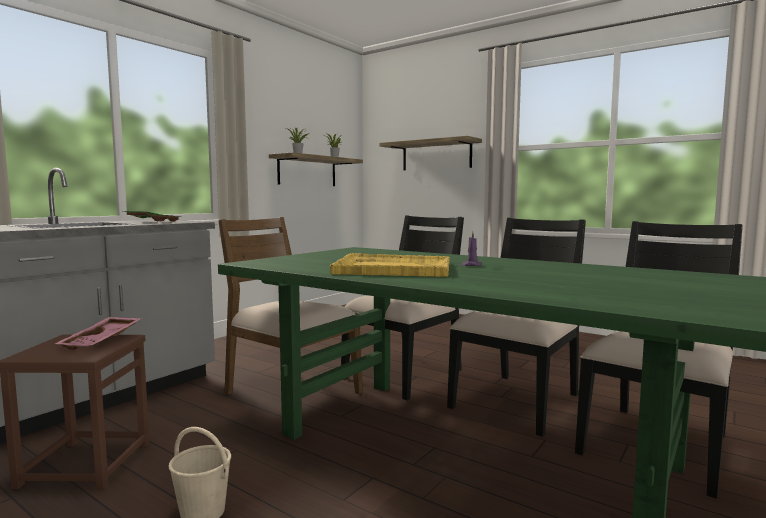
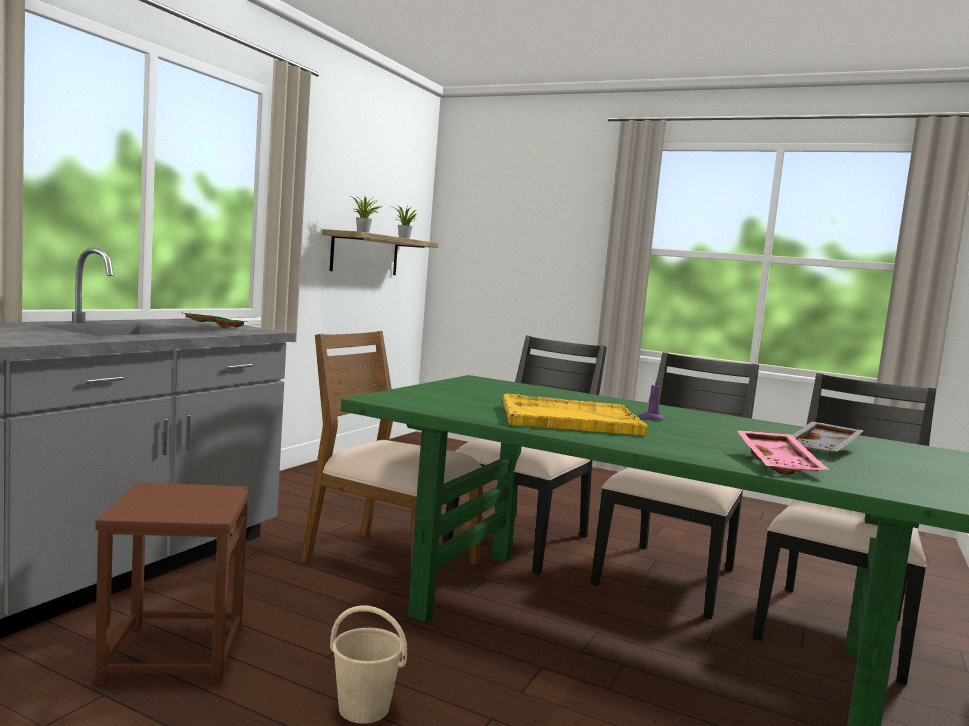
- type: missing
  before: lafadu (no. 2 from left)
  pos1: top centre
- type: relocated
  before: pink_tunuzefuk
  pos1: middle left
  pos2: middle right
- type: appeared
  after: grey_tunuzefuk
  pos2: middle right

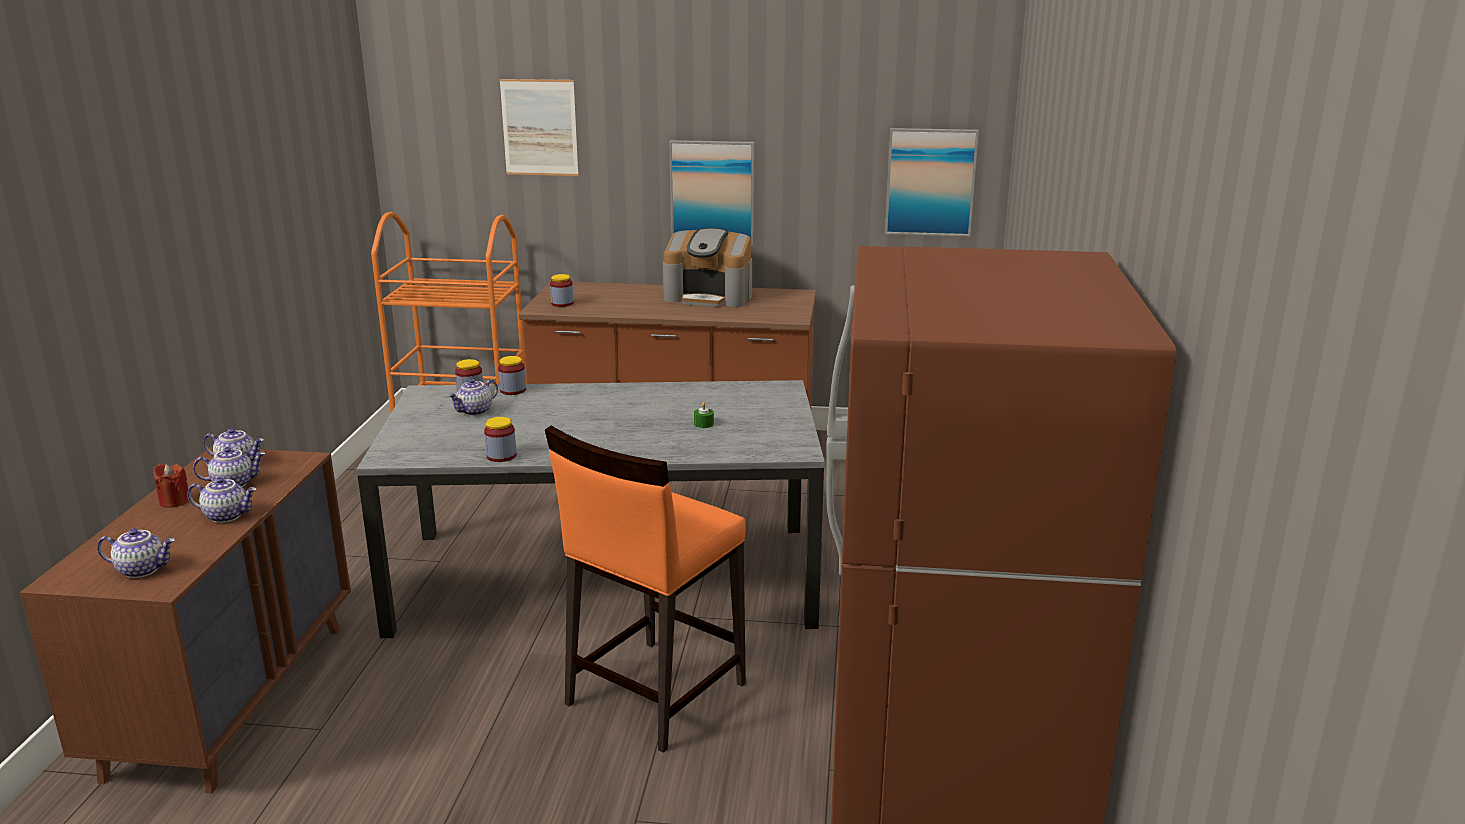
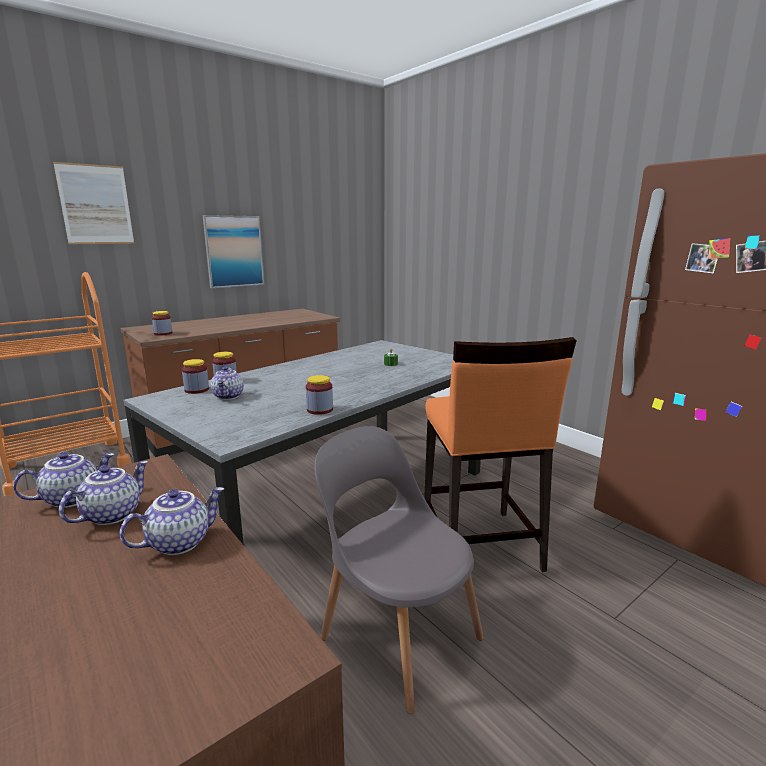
- type: missing
  before: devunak (no. 3 from left)
  pos1: top centre
- type: missing
  before: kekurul
  pos1: top centre
- type: missing
  before: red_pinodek
  pos1: middle left
- type: missing
  before: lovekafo (no. 1 from left)
  pos1: bottom left
- type: appeared
  after: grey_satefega
  pos2: bottom centre

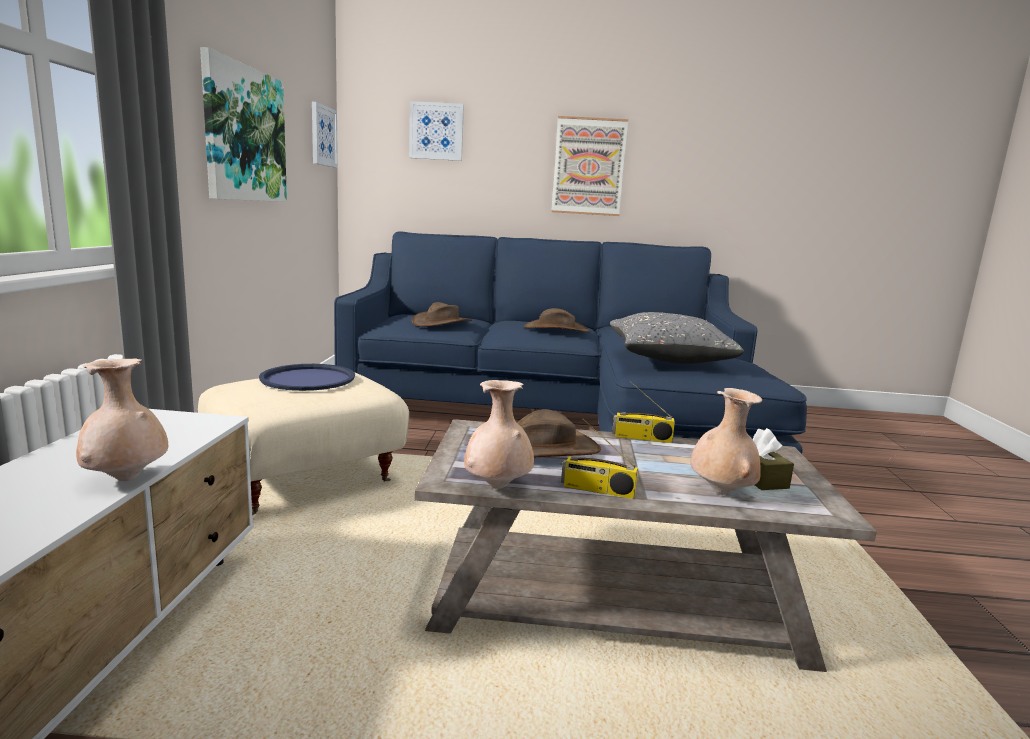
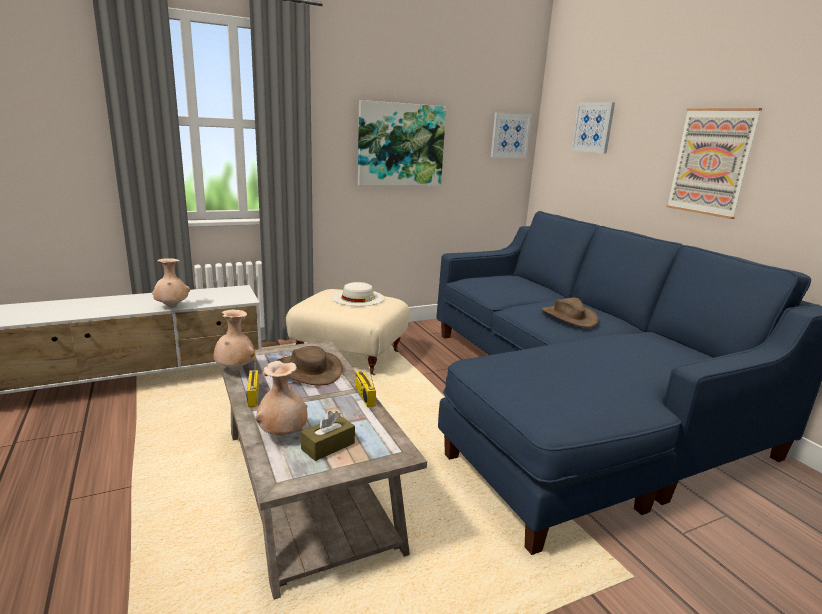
- type: missing
  before: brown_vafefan (no. 1 from left)
  pos1: centre
- type: missing
  before: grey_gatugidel
  pos1: centre
- type: exchanged
  before: blue_tunuzefuk
  after: white_vafefan
  pos1: middle left
  pos2: centre

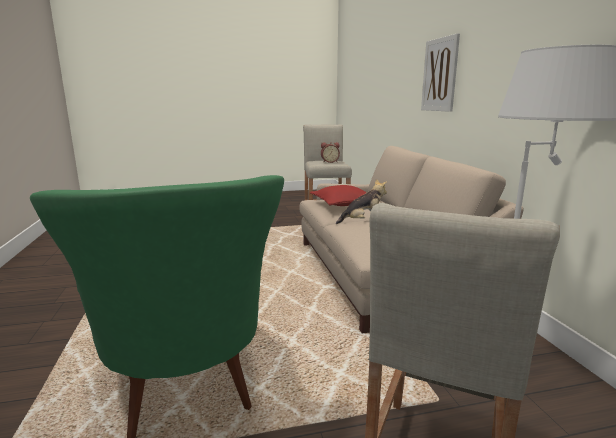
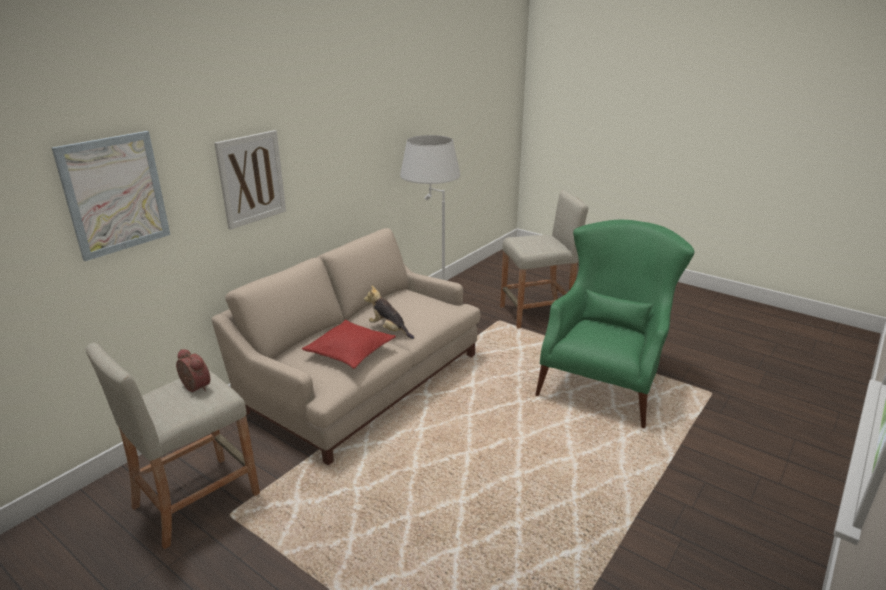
- type: appeared
  after: devunak (no. 1 from left)
  pos2: top left

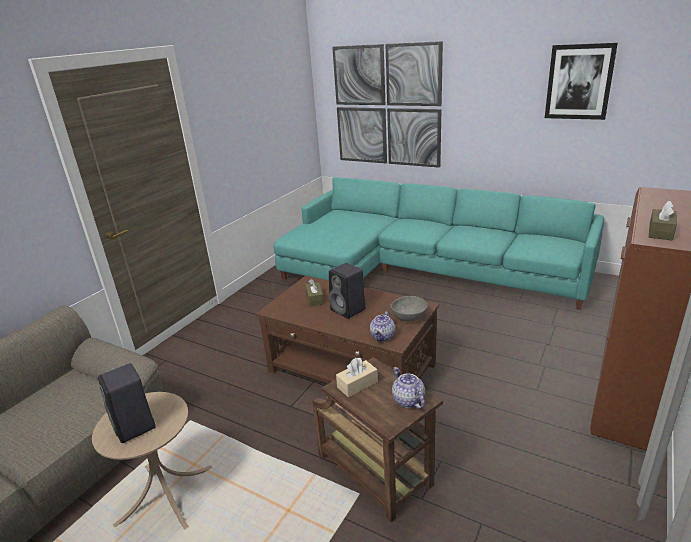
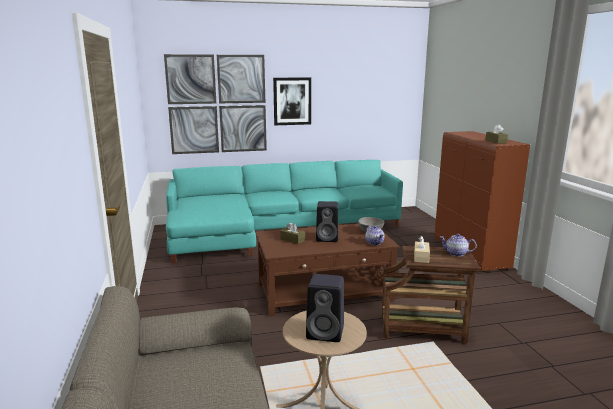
- type: relocated
  before: devunak (no. 2 from left)
  pos1: top right
  pos2: top centre

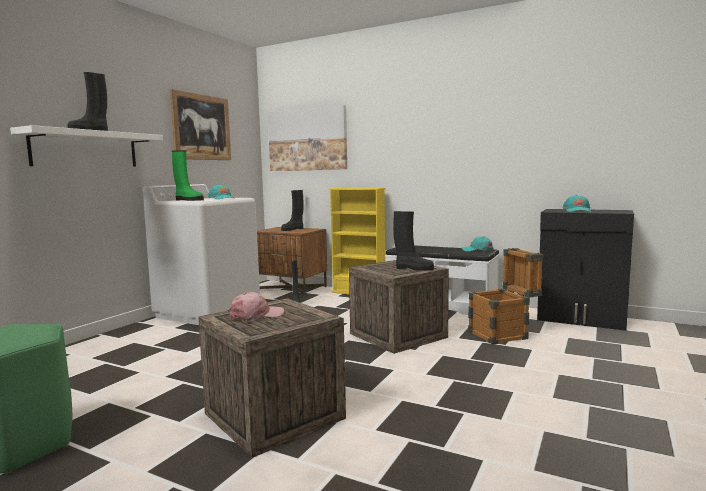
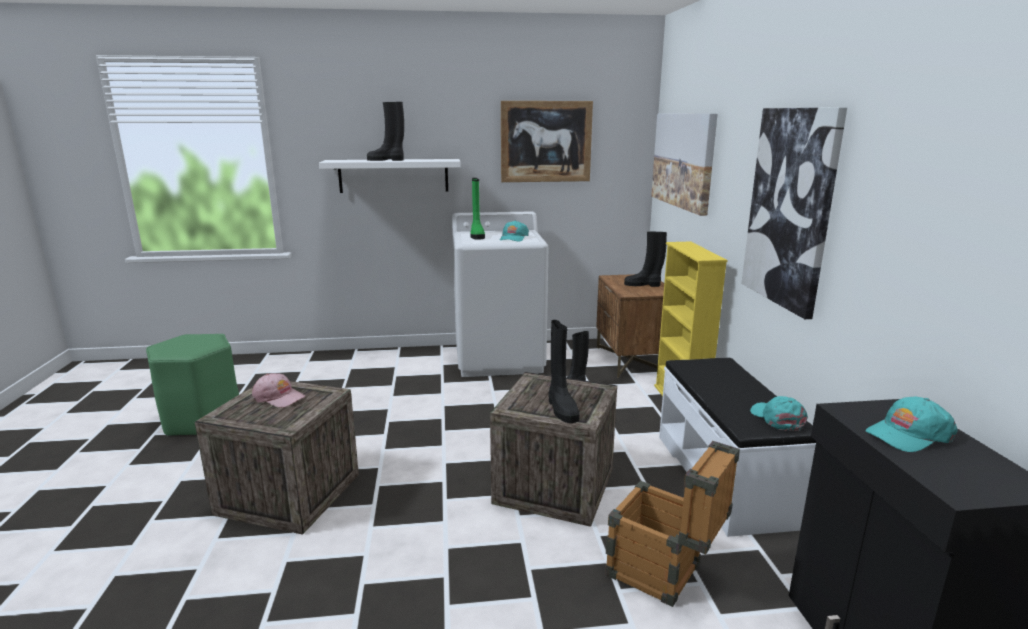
- type: appeared
  after: devunak (no. 3 from left)
  pos2: middle right

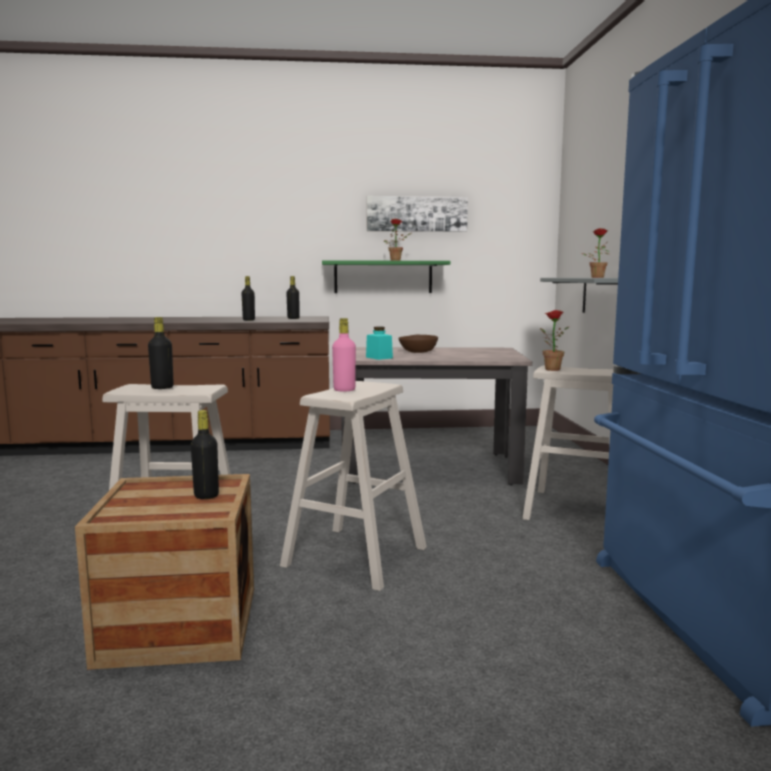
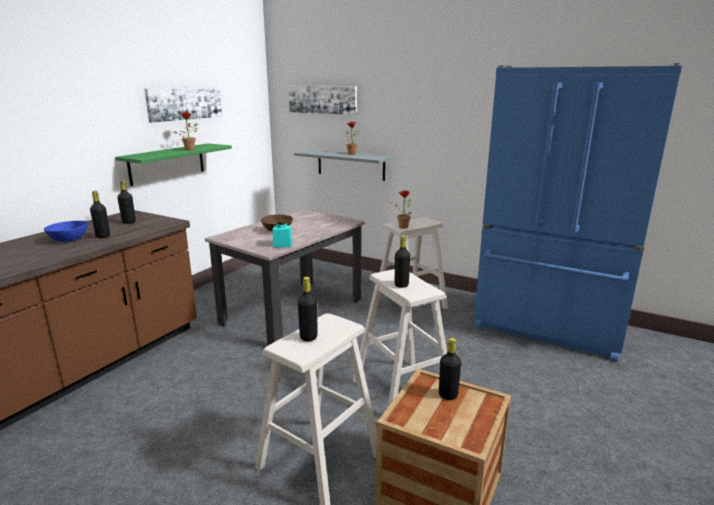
- type: colour
  before: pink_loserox
  after: black_loserox (no. 4 from left)
  pos1: centre
  pos2: centre
- type: appeared
  after: devunak (no. 2 from left)
  pos2: top centre
- type: appeared
  after: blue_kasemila
  pos2: middle left

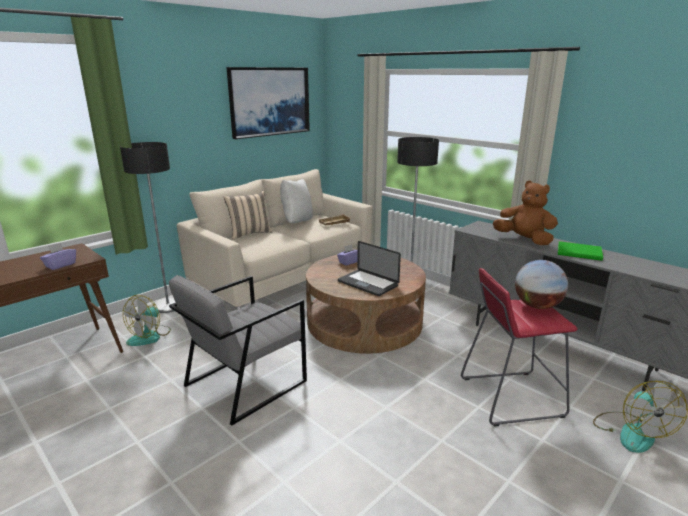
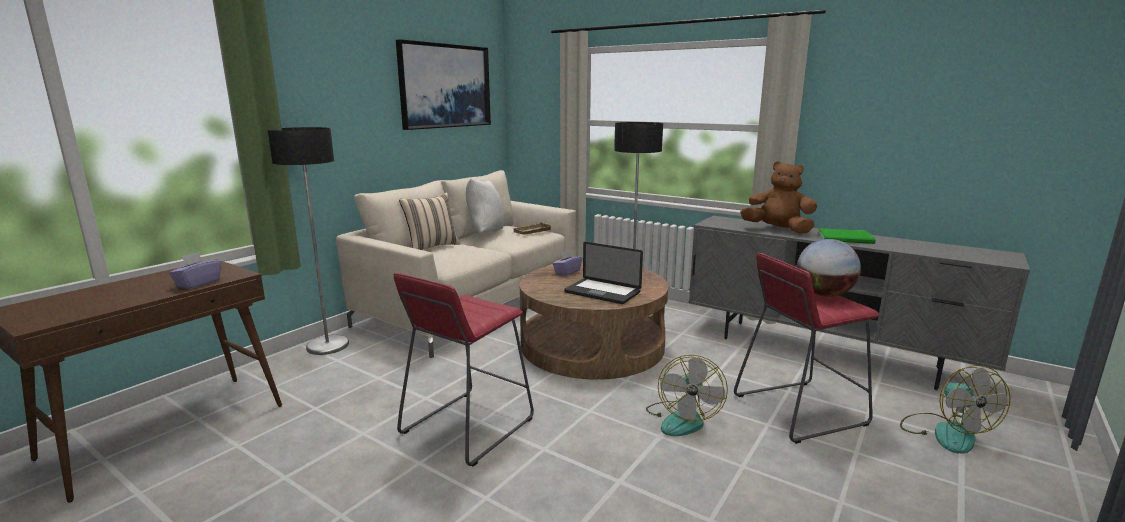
- type: exchanged
  before: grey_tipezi
  after: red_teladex (no. 1 from left)
  pos1: bottom centre
  pos2: bottom centre
- type: relocated
  before: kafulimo (no. 1 from left)
  pos1: middle left
  pos2: bottom centre

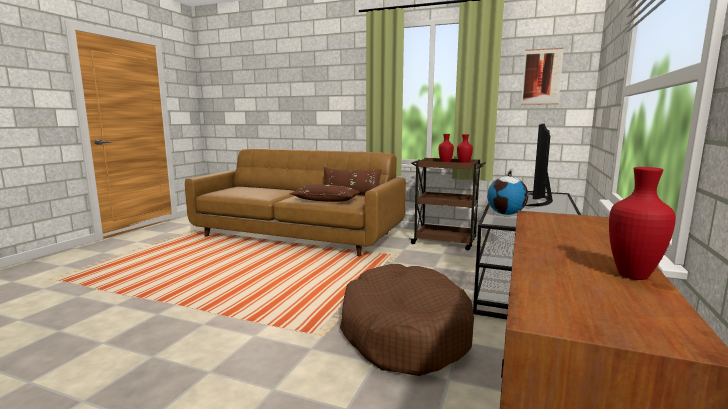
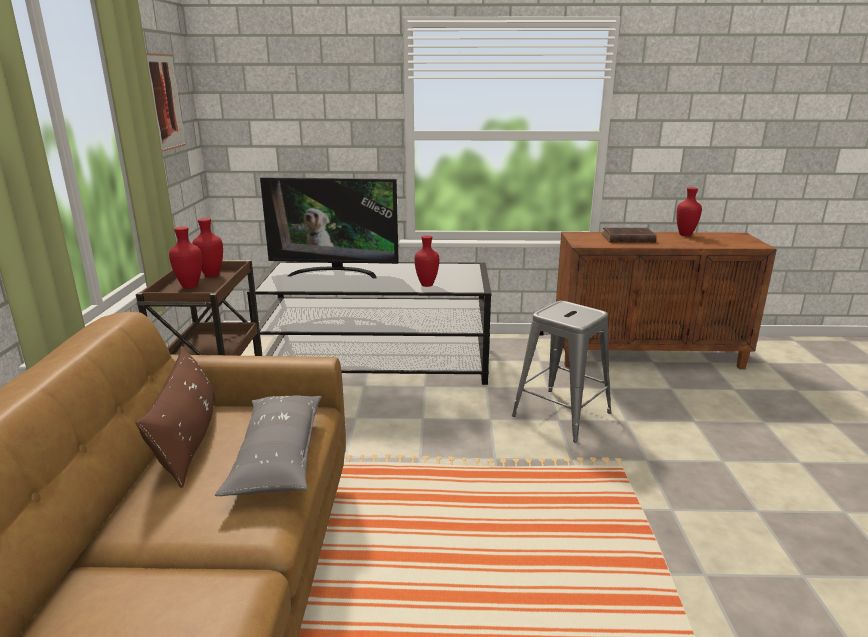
- type: exchanged
  before: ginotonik
  after: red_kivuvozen (no. 3 from left)
  pos1: middle right
  pos2: centre
- type: colour
  before: brown_gatugidel (no. 1 from left)
  after: grey_gatugidel
  pos1: centre
  pos2: bottom left
- type: exchanged
  before: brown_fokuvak
  after: grey_teladex
  pos1: bottom centre
  pos2: centre
- type: appeared
  after: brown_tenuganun
  pos2: middle right

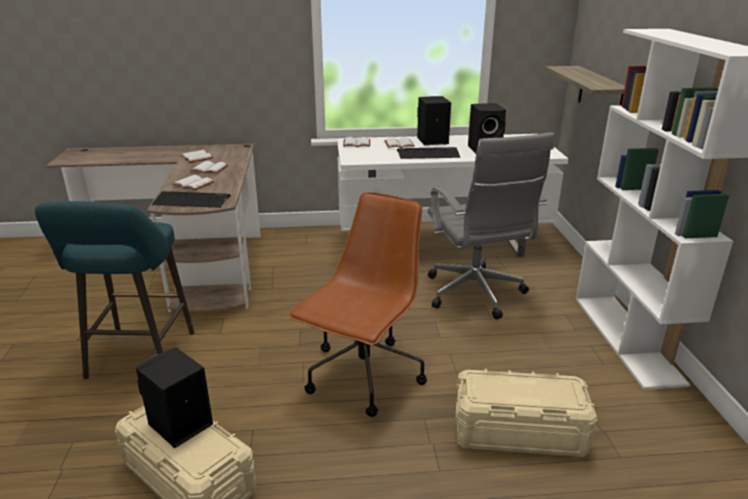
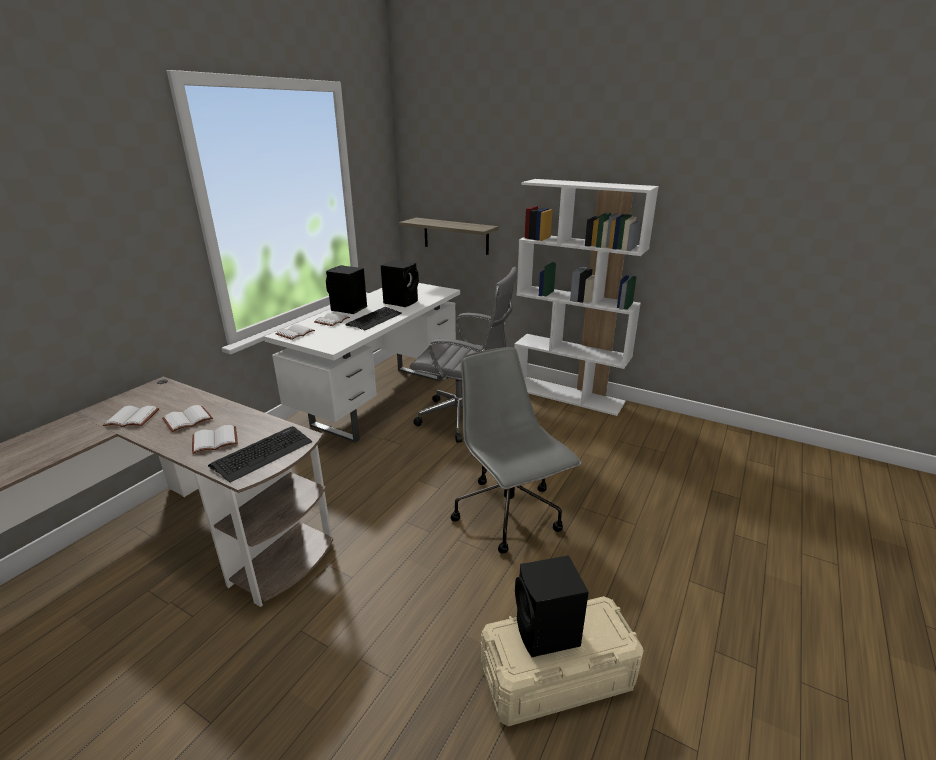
- type: colour
  before: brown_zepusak
  after: grey_zepusak (no. 2 from left)
  pos1: centre
  pos2: centre
- type: missing
  before: turquoise_teladex
  pos1: middle left
- type: missing
  before: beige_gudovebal (no. 2 from left)
  pos1: bottom right

